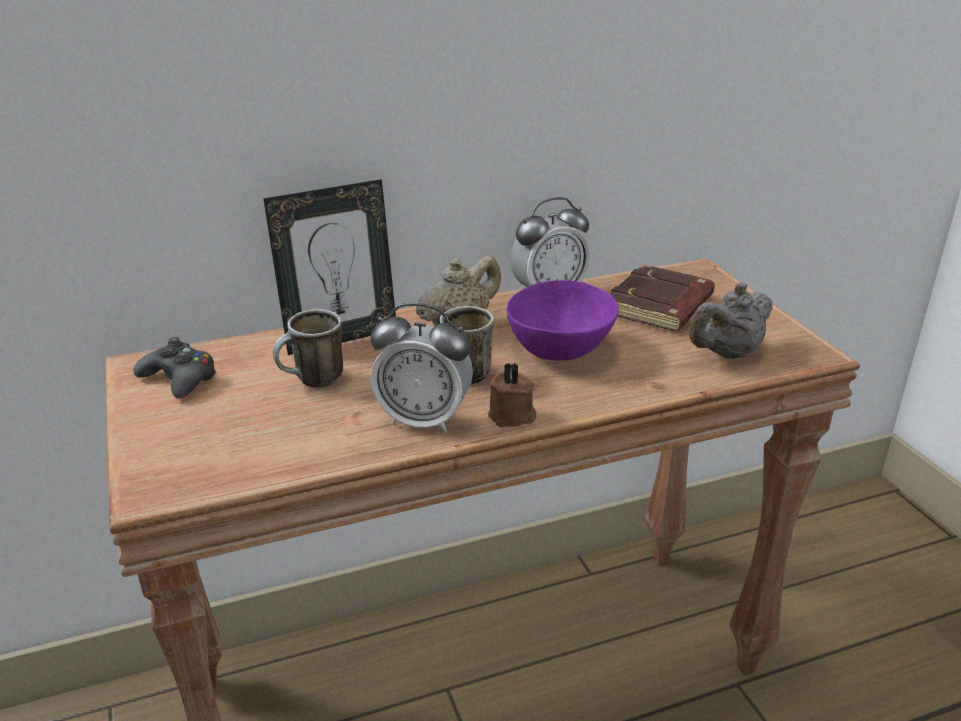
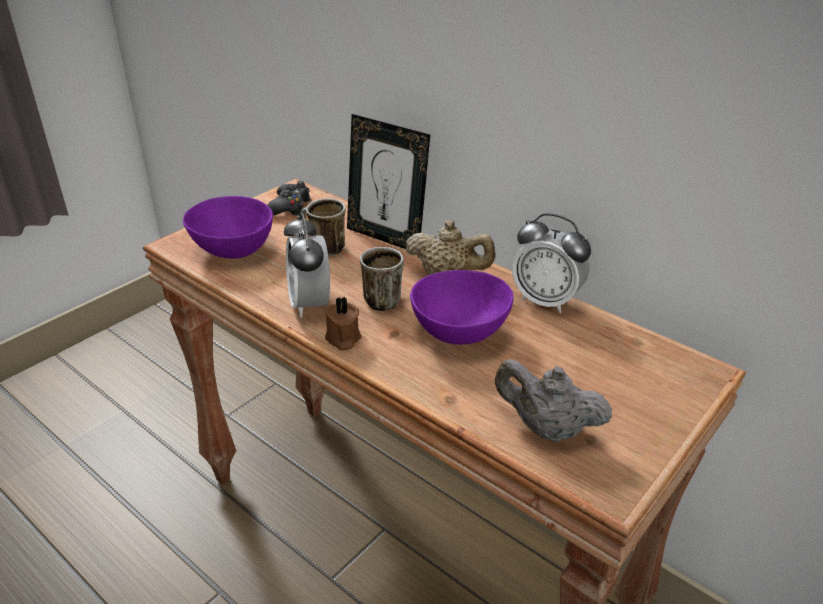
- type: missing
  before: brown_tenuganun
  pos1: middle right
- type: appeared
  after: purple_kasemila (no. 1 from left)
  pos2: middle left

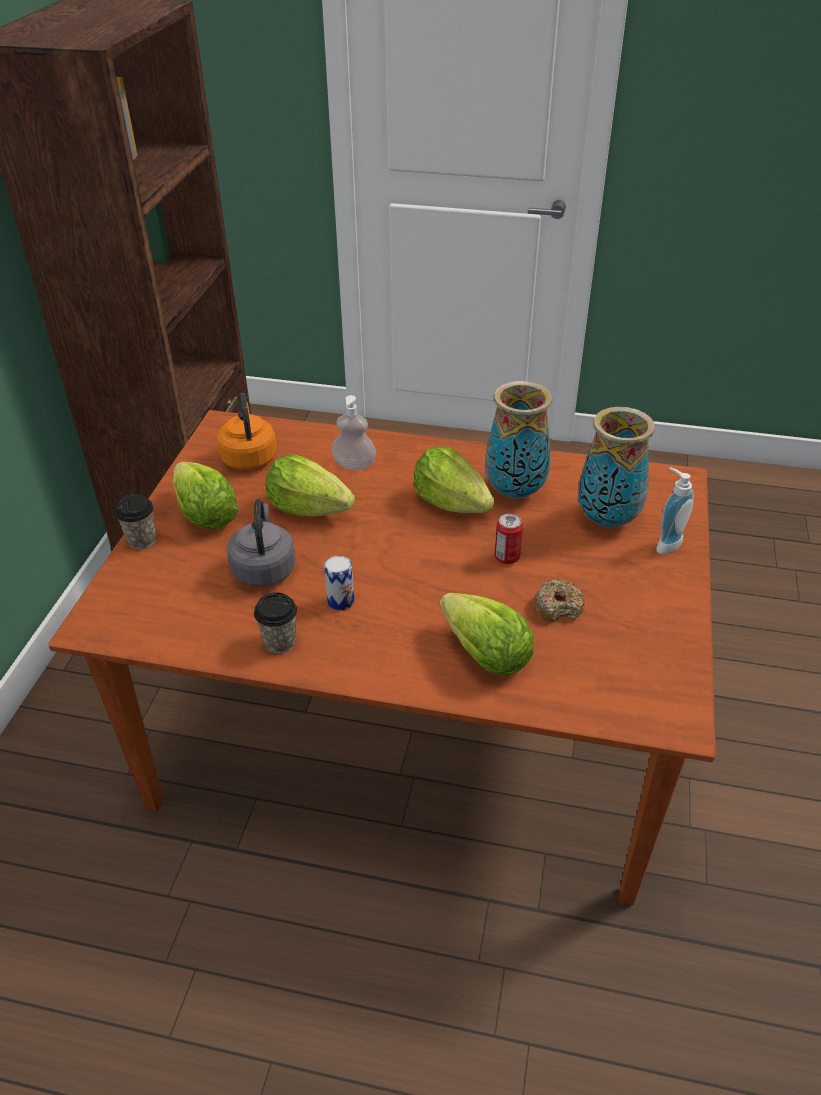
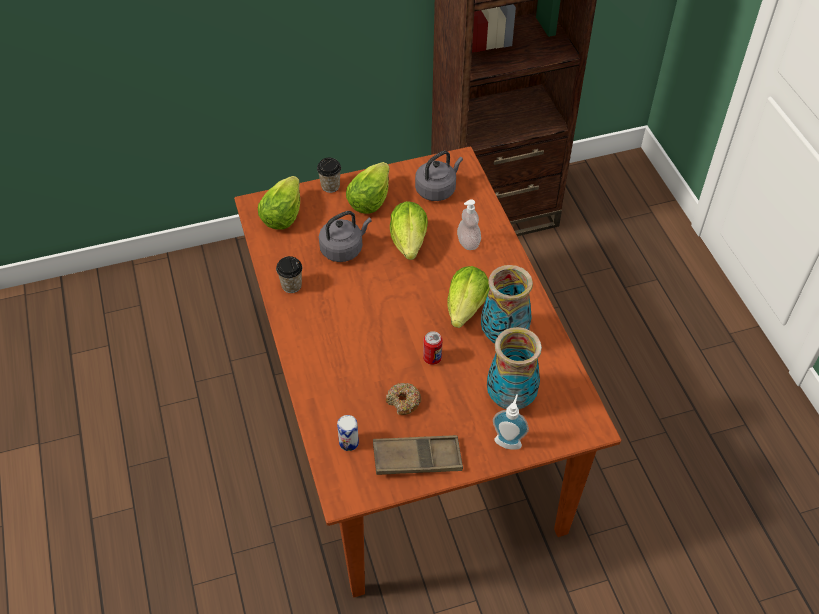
- type: colour
  before: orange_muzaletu
  after: grey_muzaletu (no. 2 from left)
  pos1: middle left
  pos2: top centre
- type: relocated
  before: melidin (no. 1 from left)
  pos1: centre
  pos2: bottom centre
- type: relocated
  before: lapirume (no. 4 from left in the first image)
  after: lapirume (no. 1 from left)
  pos1: centre
  pos2: top centre
- type: appeared
  after: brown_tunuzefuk
  pos2: bottom centre

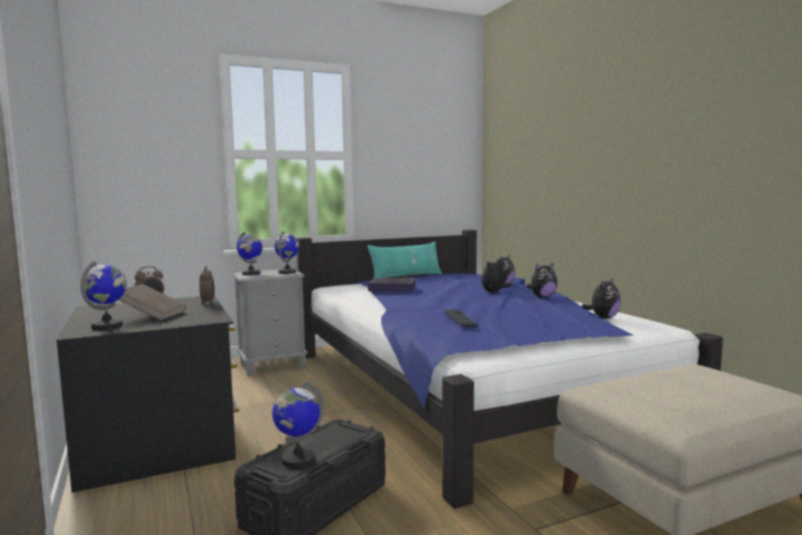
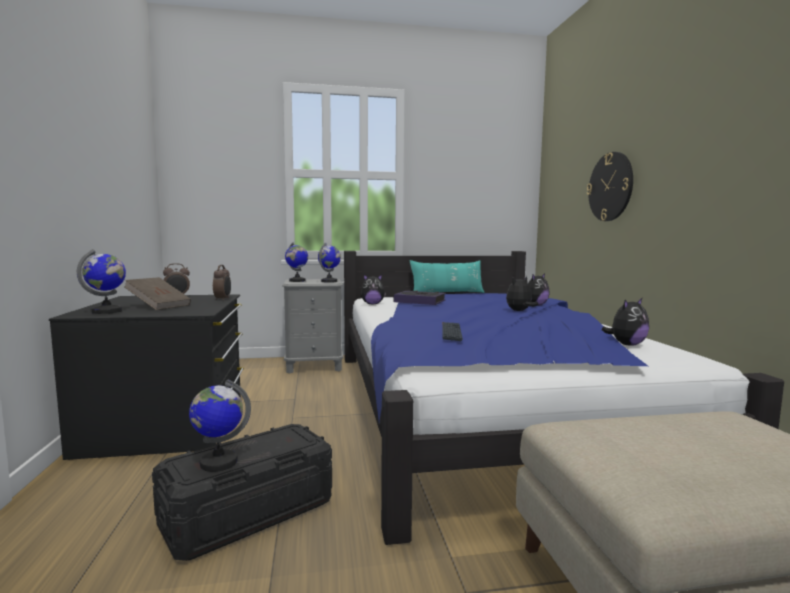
- type: relocated
  before: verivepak (no. 3 from left in the first image)
  after: verivepak (no. 1 from left)
  pos1: middle right
  pos2: centre
- type: appeared
  after: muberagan
  pos2: top right

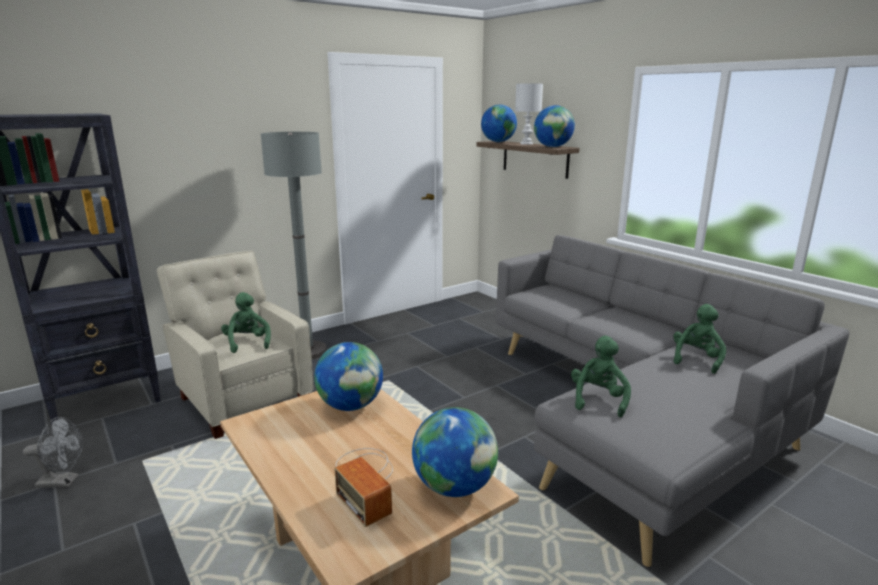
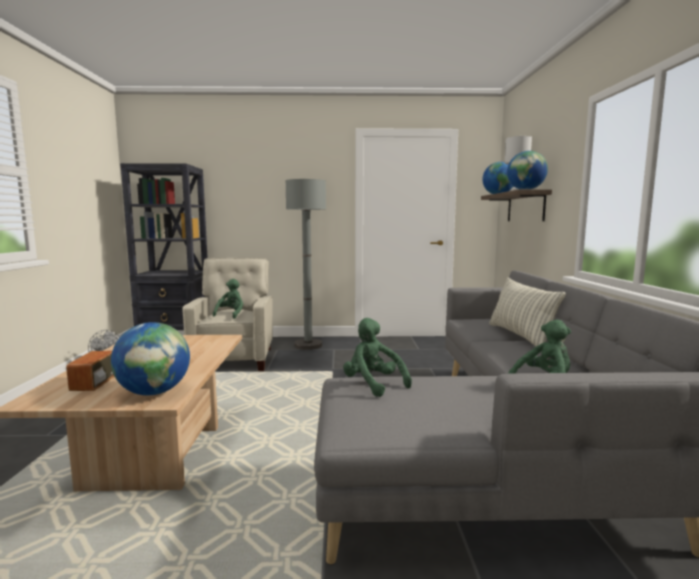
- type: spun
  before: green_verivepak (no. 2 from left)
  pos1: middle right
  pos2: centre
  turn: -90
- type: missing
  before: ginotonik (no. 1 from left)
  pos1: centre
- type: appeared
  after: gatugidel
  pos2: middle right

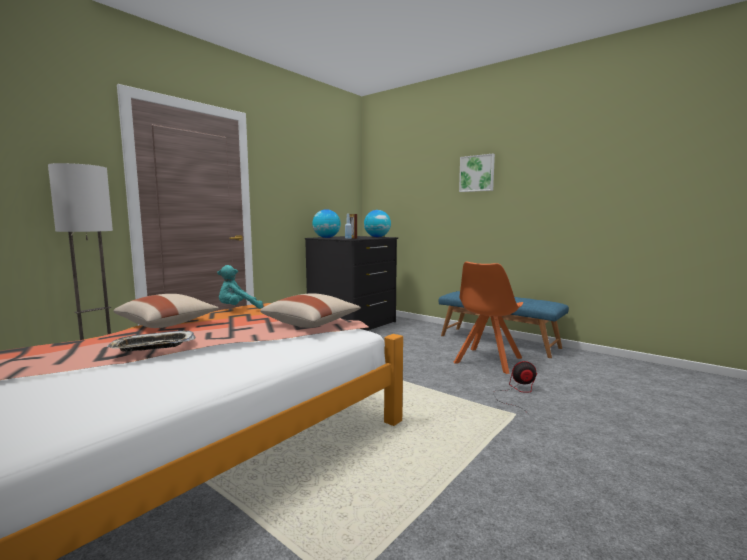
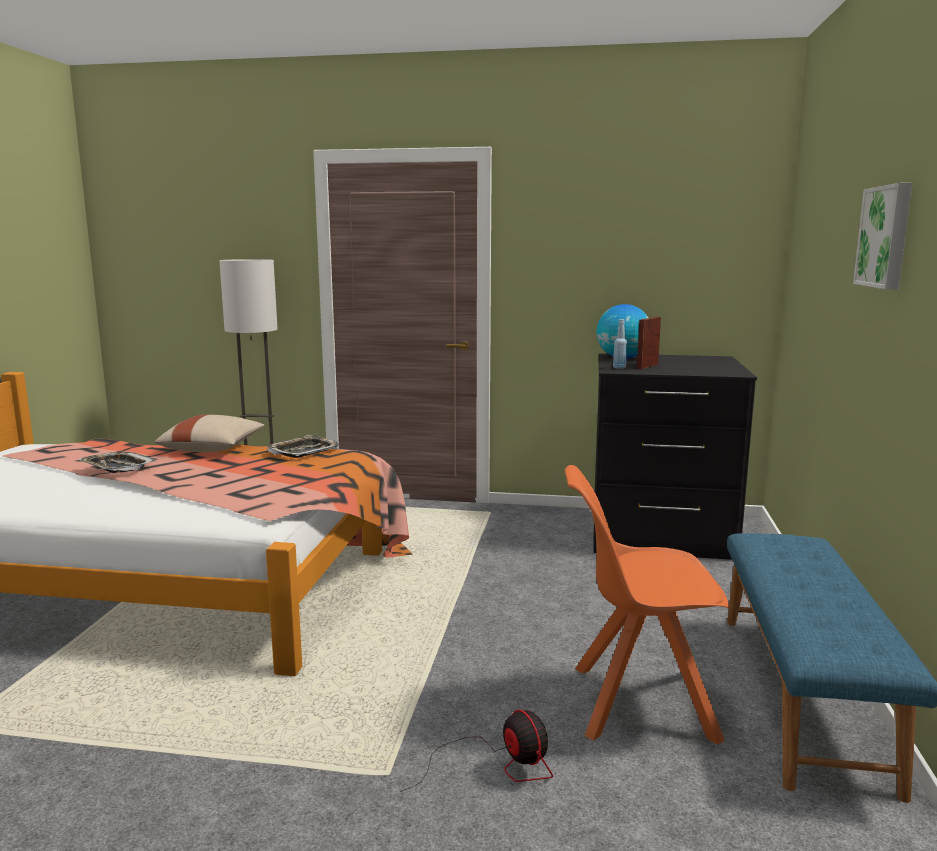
- type: missing
  before: ginotonik (no. 2 from left)
  pos1: centre
- type: exchanged
  before: turquoise_verivepak
  after: tunuzefuk (no. 2 from left)
  pos1: middle left
  pos2: middle left
- type: missing
  before: beige_gatugidel (no. 2 from left)
  pos1: centre

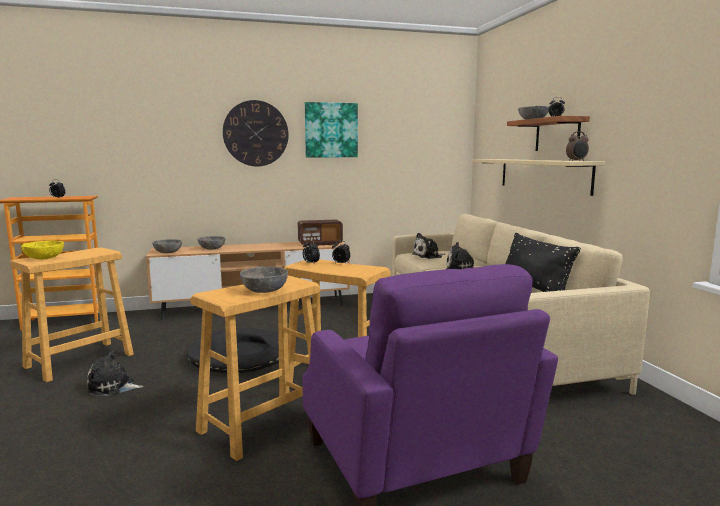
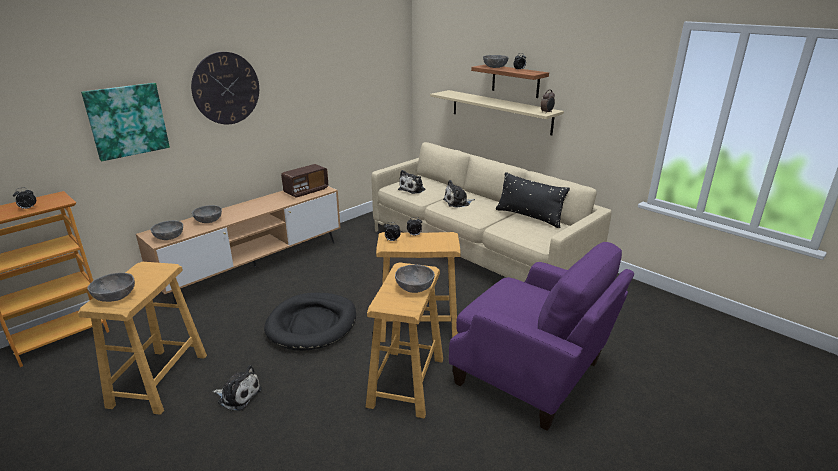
- type: relocated
  before: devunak
  pos1: top centre
  pos2: top left
- type: colour
  before: yellow_kasemila
  after: grey_kasemila (no. 1 from left)
  pos1: middle left
  pos2: middle left
- type: spun
  before: verivepak (no. 1 from left)
  pos1: bottom left
  pos2: bottom left
  turn: -135

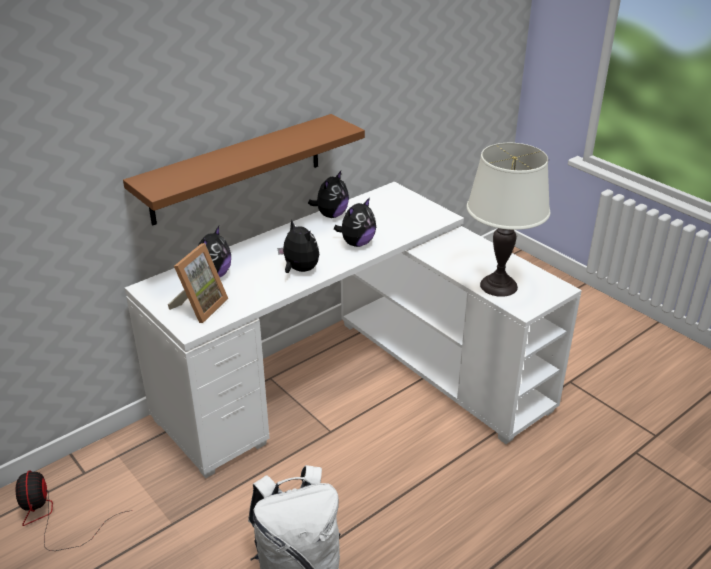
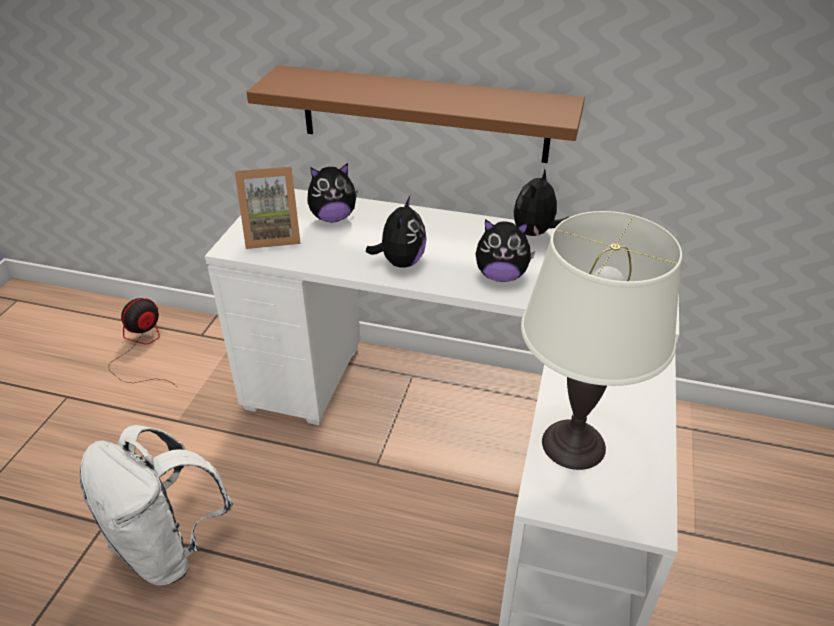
- type: spun
  before: verivepak (no. 3 from left in the first image)
  pos1: centre
  pos2: top centre
  turn: 120

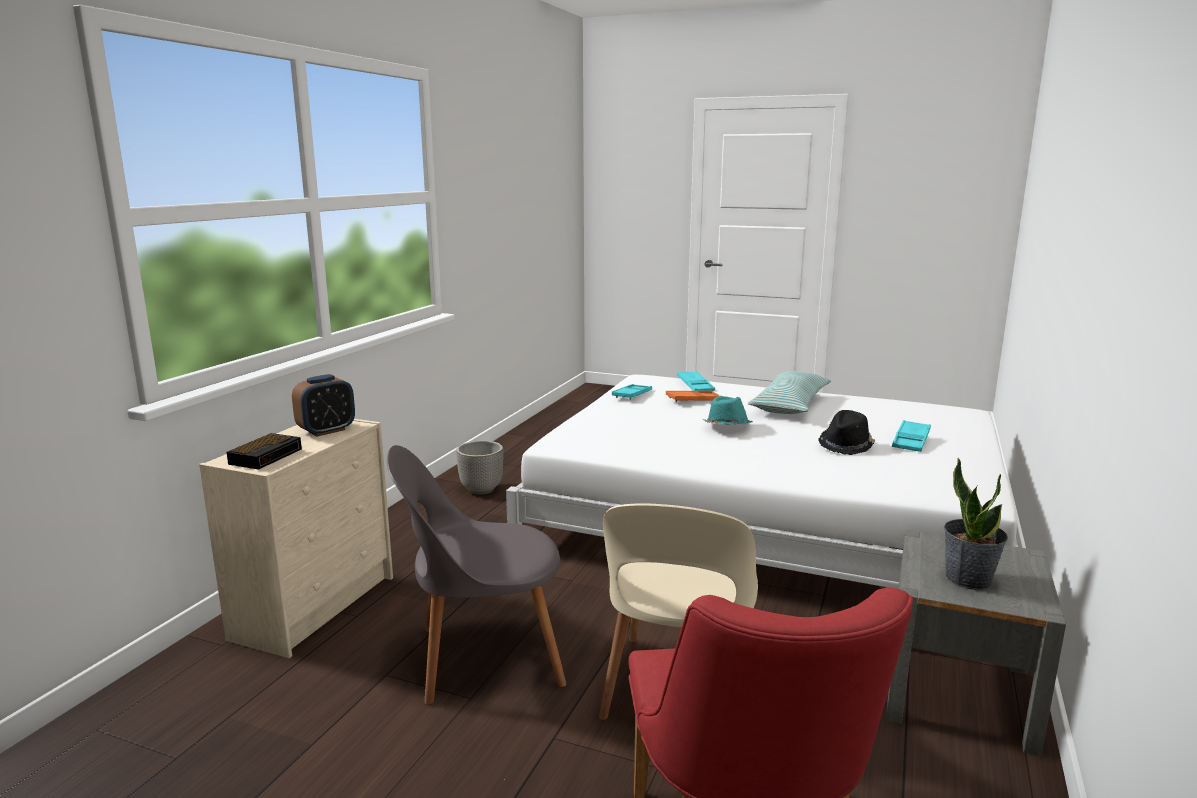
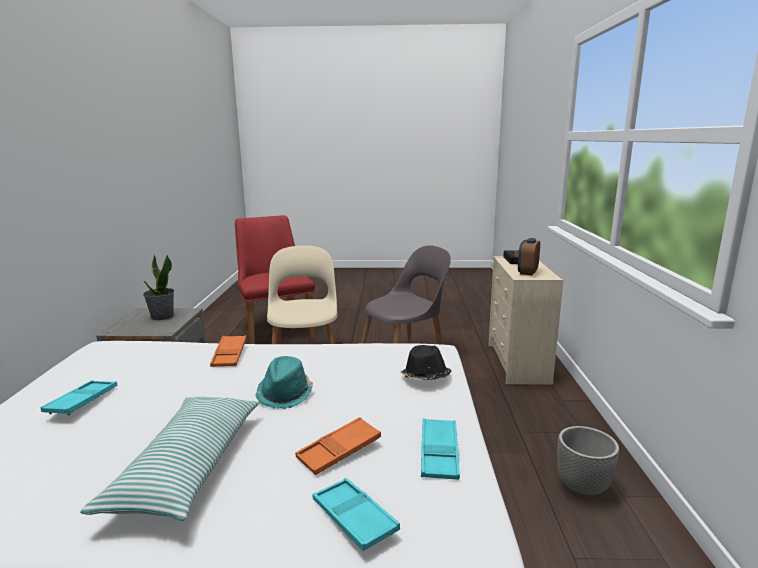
- type: relocated
  before: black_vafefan
  pos1: middle right
  pos2: centre
- type: appeared
  after: orange_tunuzefuk (no. 1 from left)
  pos2: middle left

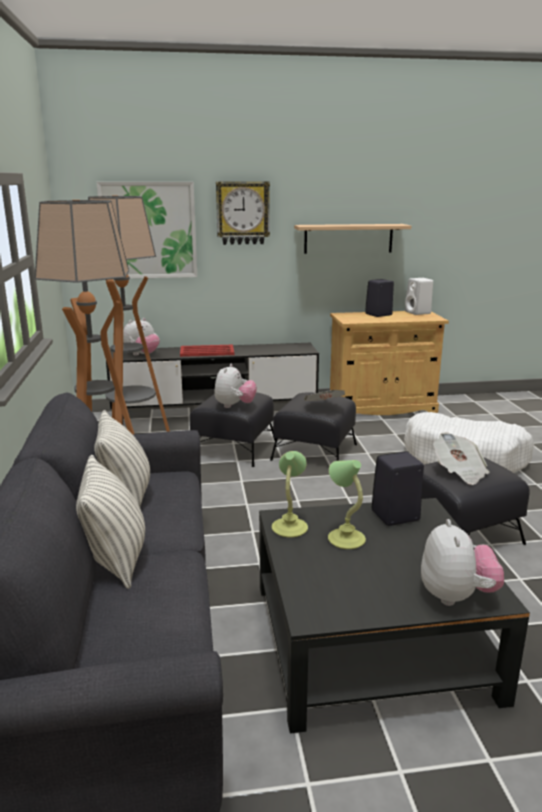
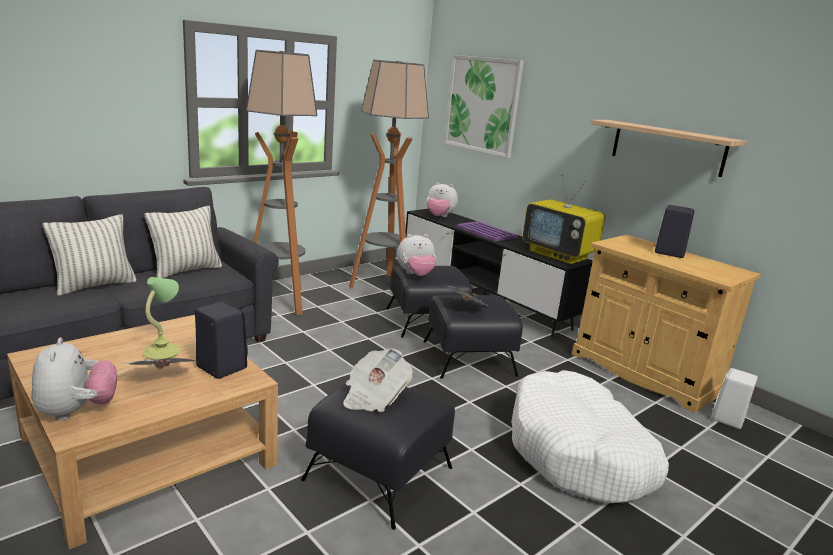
- type: missing
  before: muberagan
  pos1: top centre
- type: relocated
  before: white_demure
  pos1: middle right
  pos2: bottom right
- type: colour
  before: red_tunuzefuk
  after: purple_tunuzefuk
  pos1: centre
  pos2: centre
- type: missing
  before: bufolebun (no. 1 from left)
  pos1: centre
- type: colour
  before: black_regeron
  after: beige_regeron
  pos1: bottom right
  pos2: bottom left
- type: spun
  before: verivepak (no. 3 from left in the first image)
  pos1: bottom right
  pos2: bottom left
  turn: -75
- type: appeared
  after: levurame
  pos2: middle right
- type: appeared
  after: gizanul (no. 1 from left)
  pos2: middle left

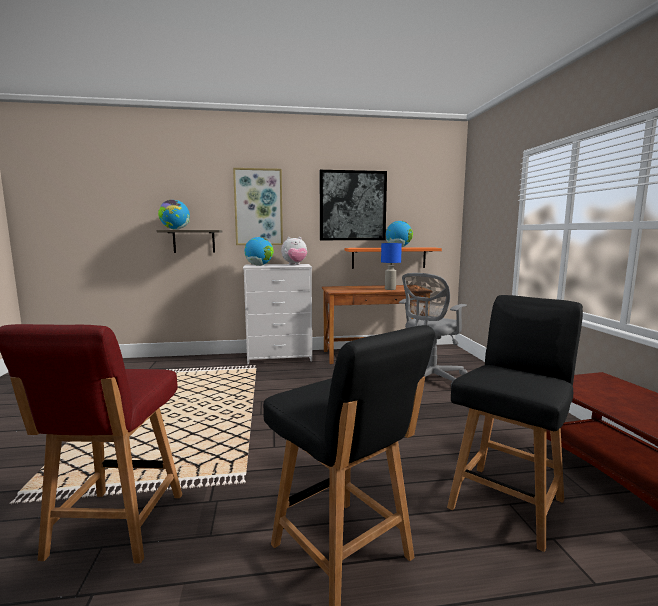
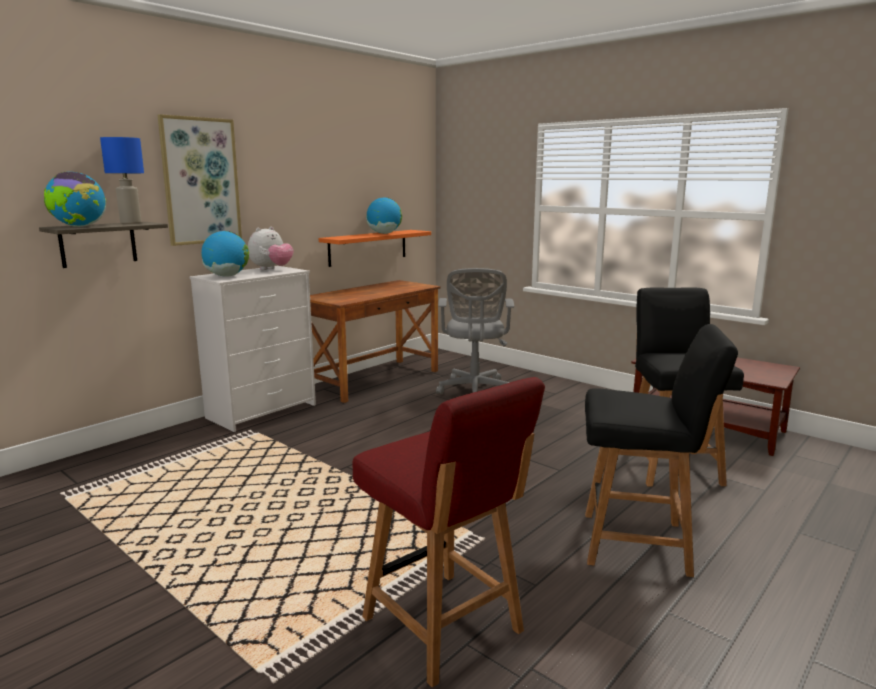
- type: missing
  before: devunak (no. 2 from left)
  pos1: centre
- type: relocated
  before: blue_bufolebun
  pos1: centre
  pos2: top left

